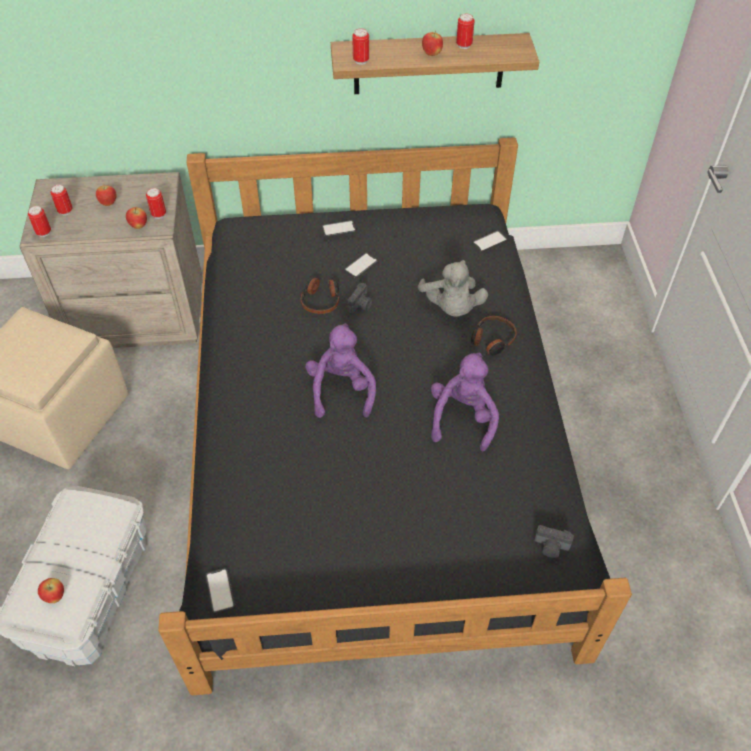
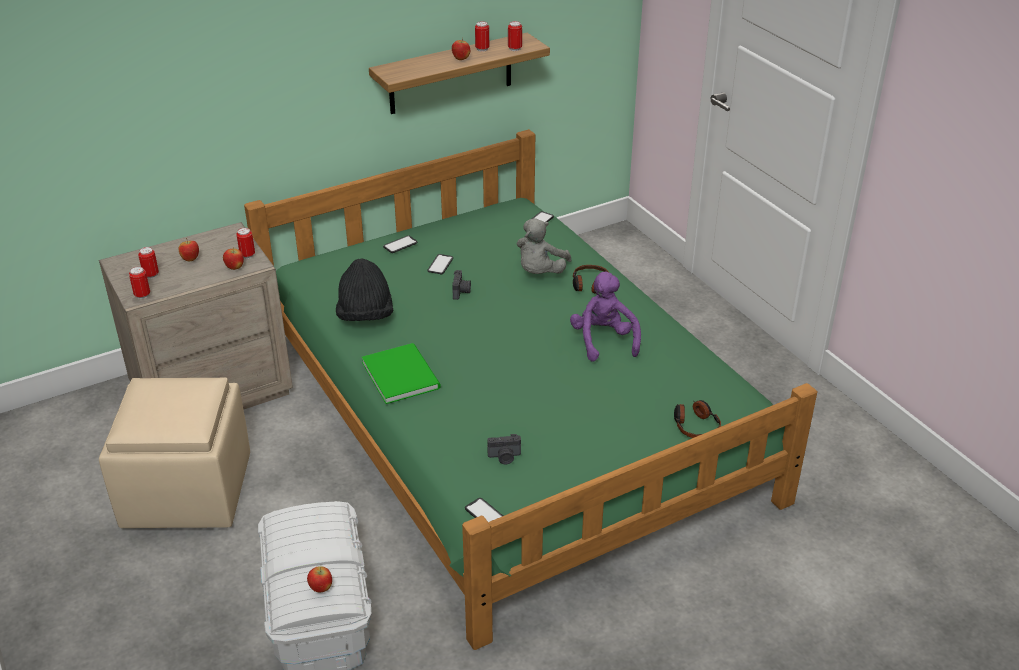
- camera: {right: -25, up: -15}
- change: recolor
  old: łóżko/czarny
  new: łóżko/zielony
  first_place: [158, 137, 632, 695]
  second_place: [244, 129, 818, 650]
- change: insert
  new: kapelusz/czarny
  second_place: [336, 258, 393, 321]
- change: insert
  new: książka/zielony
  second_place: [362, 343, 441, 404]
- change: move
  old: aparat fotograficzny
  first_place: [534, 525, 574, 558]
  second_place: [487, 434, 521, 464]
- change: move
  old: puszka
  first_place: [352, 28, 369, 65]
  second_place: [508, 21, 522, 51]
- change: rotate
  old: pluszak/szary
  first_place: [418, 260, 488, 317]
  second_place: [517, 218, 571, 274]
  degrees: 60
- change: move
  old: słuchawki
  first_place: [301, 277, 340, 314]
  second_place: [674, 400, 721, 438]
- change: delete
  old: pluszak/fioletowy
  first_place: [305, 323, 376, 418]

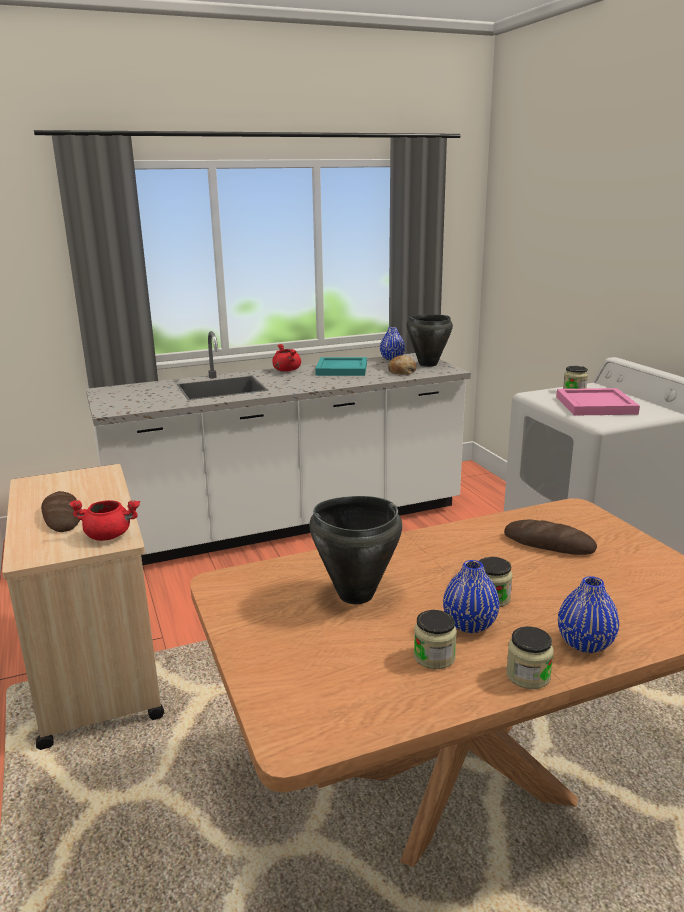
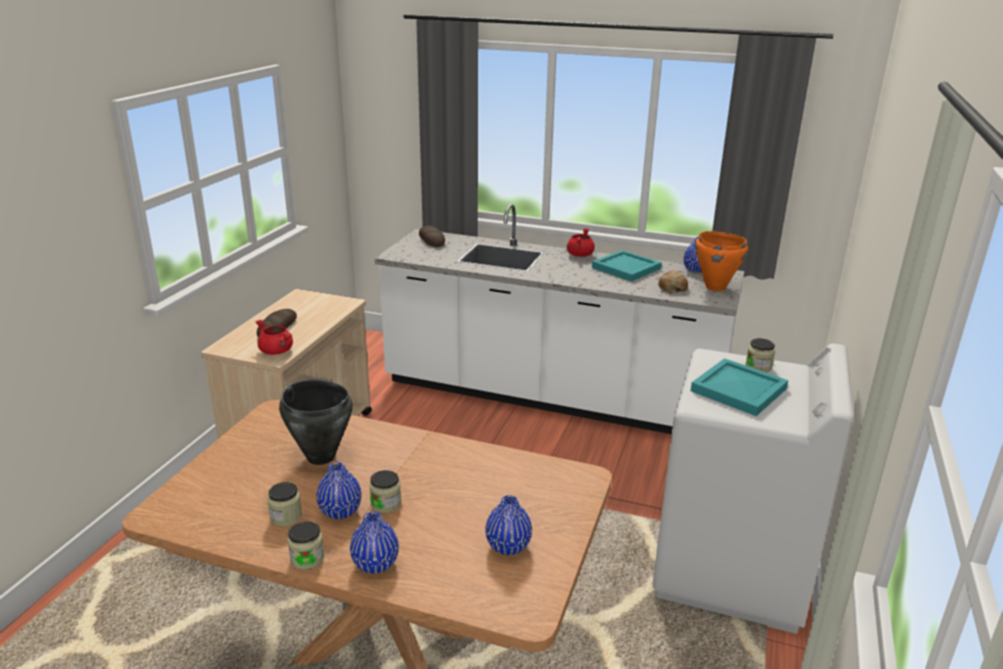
- camera: {right: 40, up: 5}
- change: move
  old: chleb
  first_place: [504, 519, 597, 555]
  second_place: [419, 226, 445, 247]
- change: insert
  new: wazon/niebieski
  second_place: [485, 495, 532, 555]
- change: recolor
  old: taca/różowy
  new: taca/turkusowy
  first_place: [556, 388, 640, 416]
  second_place: [691, 358, 788, 416]
- change: recolor
  old: garnek/czarny
  new: garnek/pomarańczowy
  first_place: [407, 315, 453, 367]
  second_place: [695, 231, 748, 291]

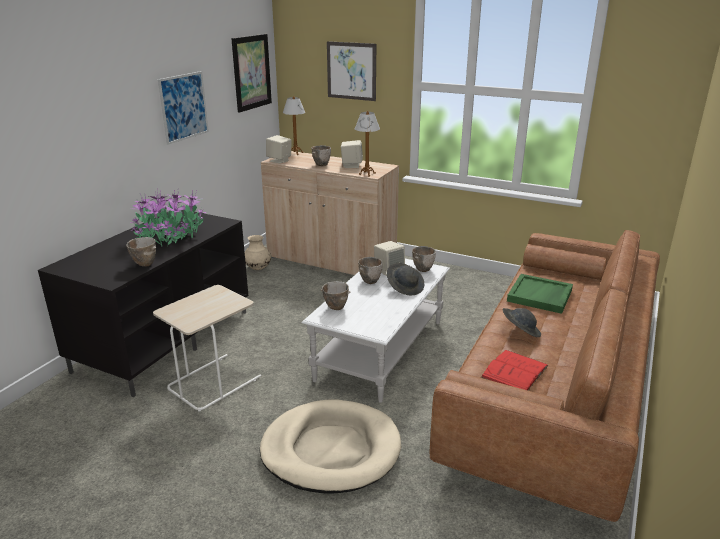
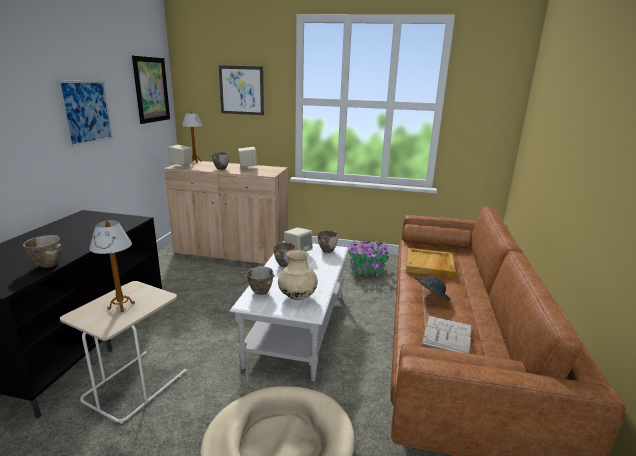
- camera: {right: -15, up: -5}
- change: move
  old: lampa stołowa
  first_place: [355, 111, 380, 176]
  second_place: [89, 220, 135, 312]
- change: move
  old: wazon/beżowy
  first_place: [245, 235, 271, 270]
  second_place: [278, 250, 318, 300]
- change: move
  old: roślina doniczkowa
  first_place: [130, 189, 206, 247]
  second_place: [347, 238, 393, 277]
- change: recolor
  old: taca/zielony
  new: taca/beżowy
  first_place: [507, 274, 573, 314]
  second_place: [406, 248, 456, 278]
- change: recolor
  old: książka/czerwony
  new: książka/biały
  first_place: [481, 350, 548, 391]
  second_place: [421, 316, 472, 354]
- change: delete
  old: kapelusz/szary
  first_place: [387, 263, 424, 295]

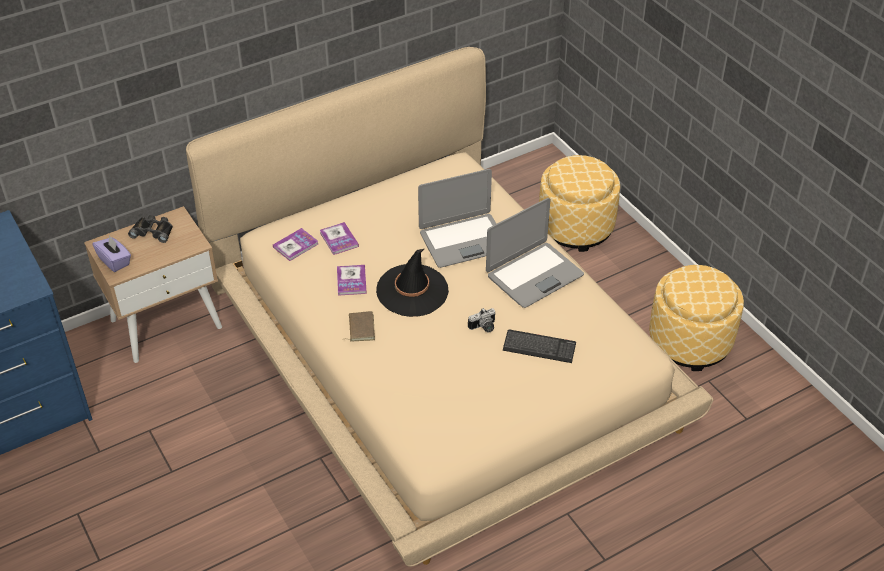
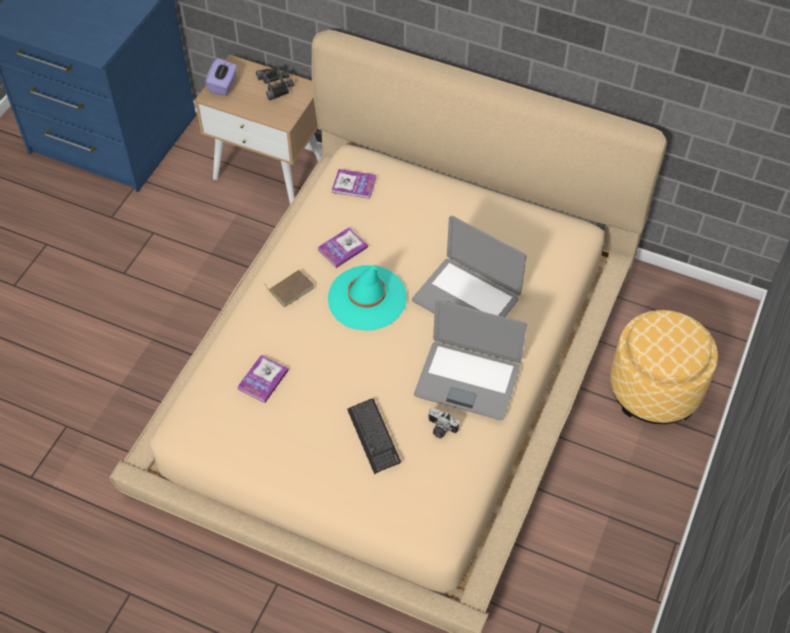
- camera: {right: 55, up: 10}
- change: move
  old: książka
  first_place: [320, 222, 359, 255]
  second_place: [237, 355, 289, 403]
- change: recolor
  old: kapelusz/czarny
  new: kapelusz/turkusowy
  first_place: [376, 249, 449, 317]
  second_place: [328, 265, 407, 331]
- change: move
  old: aparat fotograficzny
  first_place: [468, 308, 496, 333]
  second_place: [428, 407, 459, 438]
- change: delete
  old: pufa
  first_place: [649, 265, 744, 371]

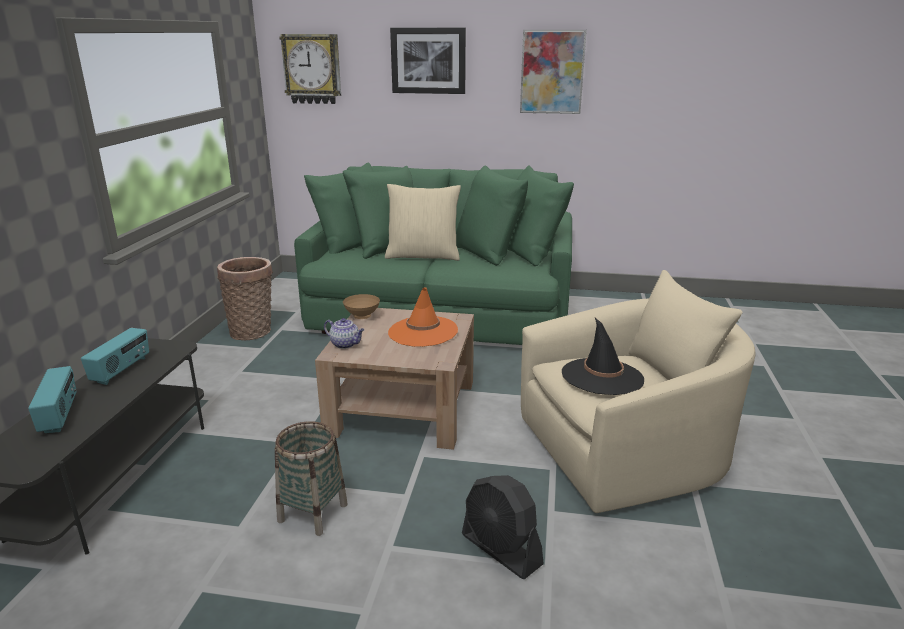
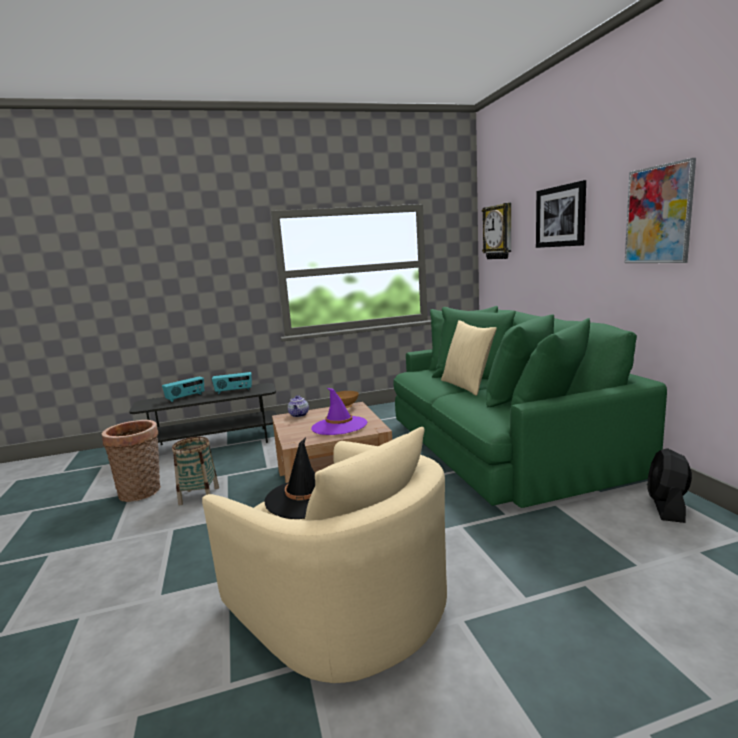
- camera: {right: 65, up: -10}
- change: move
  old: koszyk
  first_place: [217, 257, 273, 341]
  second_place: [102, 420, 161, 502]
- change: recolor
  old: kapelusz/pomarańczowy
  new: kapelusz/fioletowy
  first_place: [388, 287, 458, 347]
  second_place: [311, 388, 367, 435]
- change: move
  old: wentylator/czarny
  first_place: [462, 475, 544, 579]
  second_place: [647, 448, 692, 523]

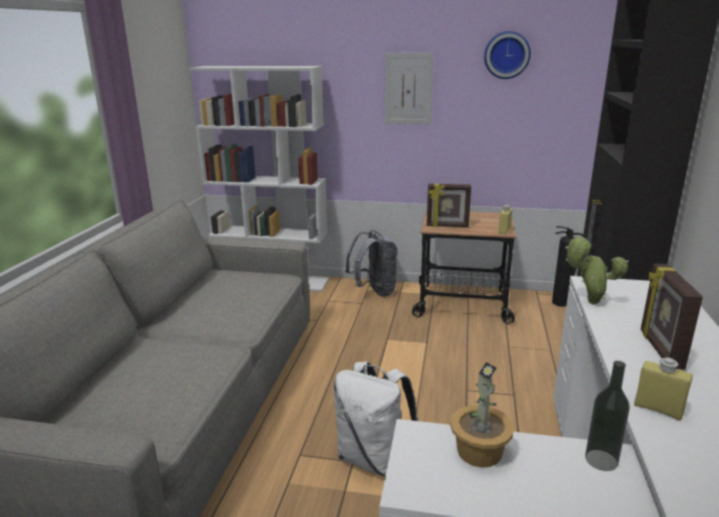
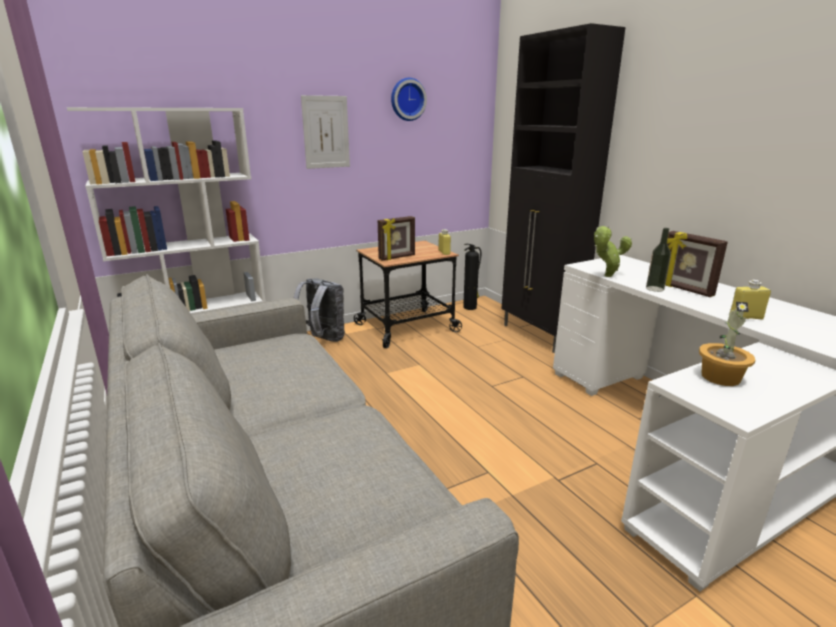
- camera: {right: -40, up: 0}
- change: move
  old: butelka
  first_place: [585, 361, 630, 471]
  second_place: [646, 228, 671, 292]
- change: delete
  old: plecak/biały
  first_place: [333, 361, 418, 476]

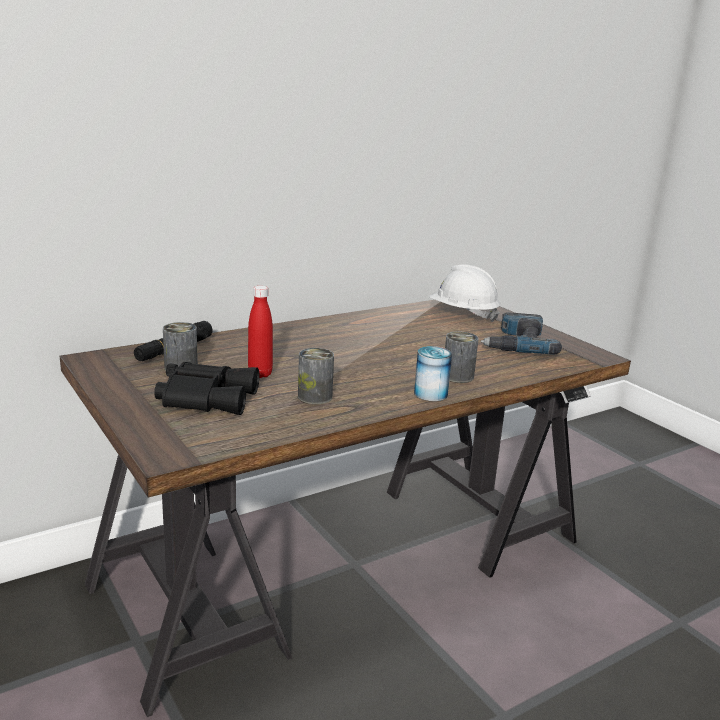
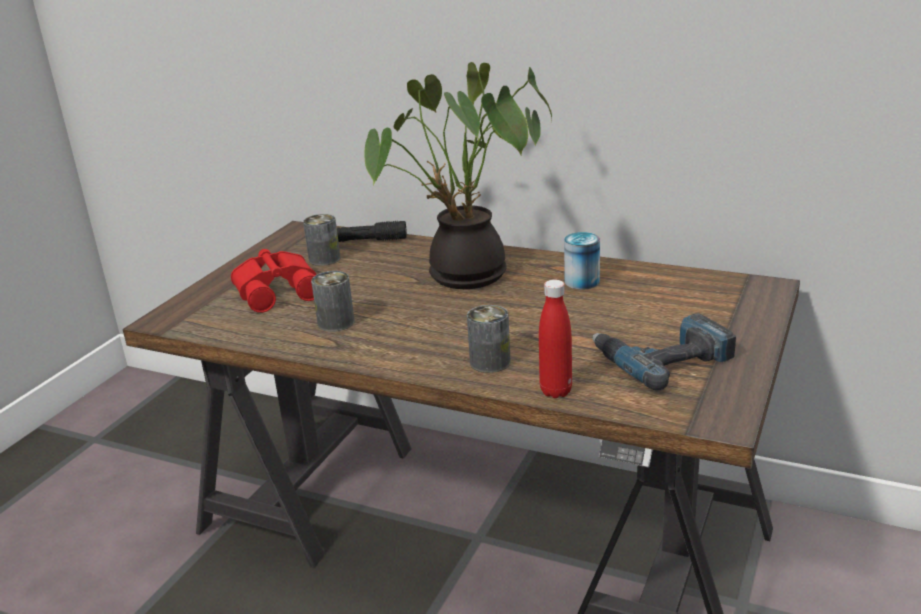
- camera: {right: 60, up: 5}
- change: recolor
  old: lornetka/czarny
  new: lornetka/czerwony
  first_place: [154, 362, 259, 415]
  second_place: [231, 249, 316, 313]
- change: insert
  new: roślina doniczkowa
  second_place: [364, 62, 552, 289]
- change: move
  old: butelka/czerwony
  first_place: [248, 286, 273, 378]
  second_place: [539, 280, 572, 398]
- change: move
  old: puszka
  first_place: [414, 346, 452, 401]
  second_place: [564, 232, 600, 290]
- change: delete
  old: kask/biały
  first_place: [429, 265, 500, 322]

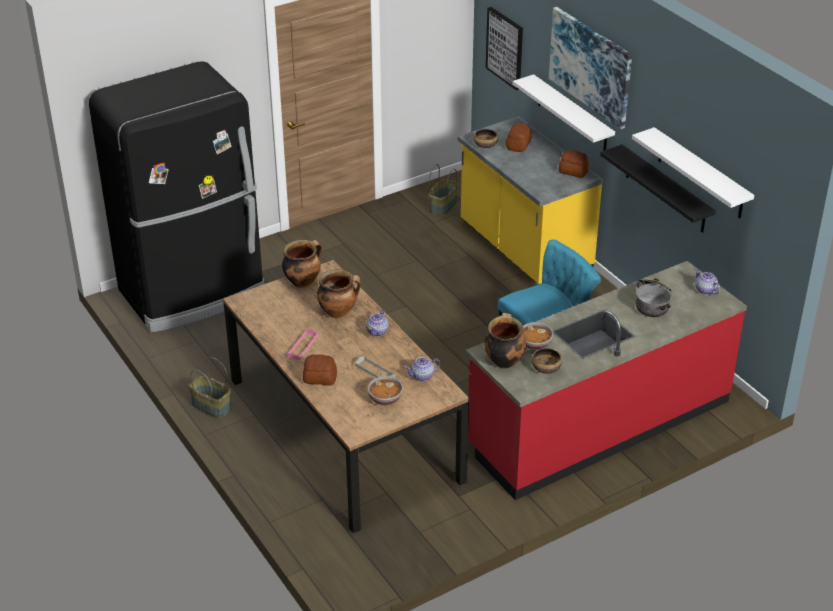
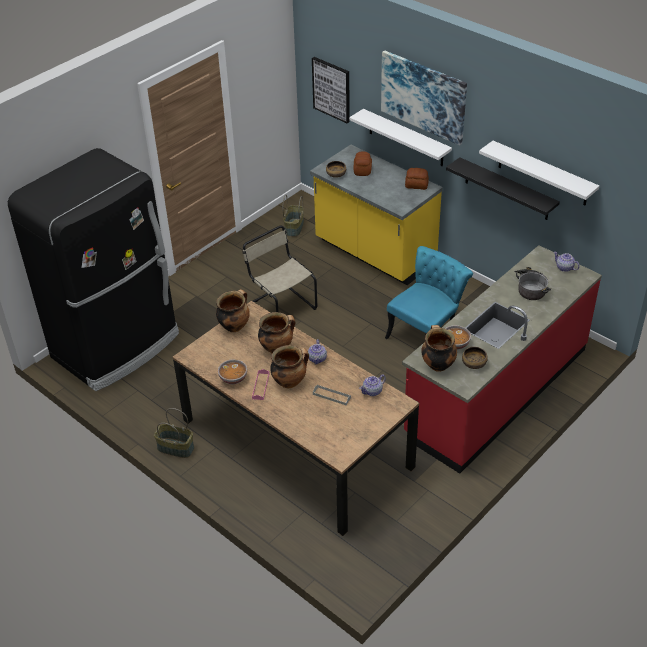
- camera: {right: -15, up: 5}
- change: move
  old: miska
  first_place: [368, 376, 403, 405]
  second_place: [218, 359, 247, 384]
- change: insert
  new: krzesło/beżowy
  second_place: [243, 226, 317, 312]
- change: insert
  new: garnek
  second_place: [270, 345, 309, 388]
- change: delete
  old: chleb
  first_place: [303, 355, 337, 385]

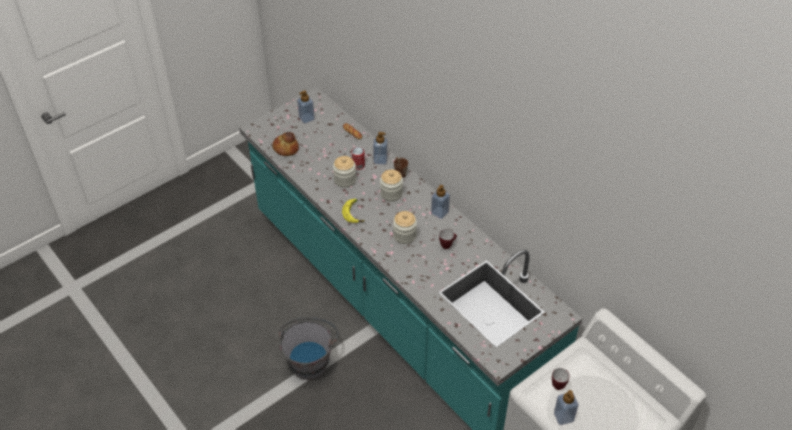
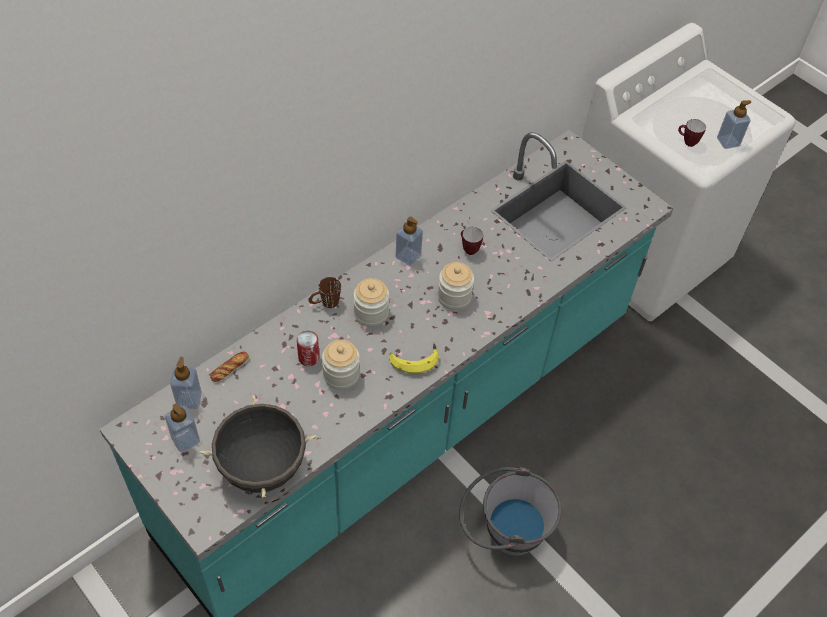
- camera: {right: -95, up: 5}
- change: move
  old: dozownik mydła
  first_place: [373, 132, 388, 164]
  second_place: [170, 357, 202, 409]
- change: replace
  old: chleb
  new: garnek/czarny
  first_place: [273, 132, 299, 156]
  second_place: [200, 395, 317, 497]

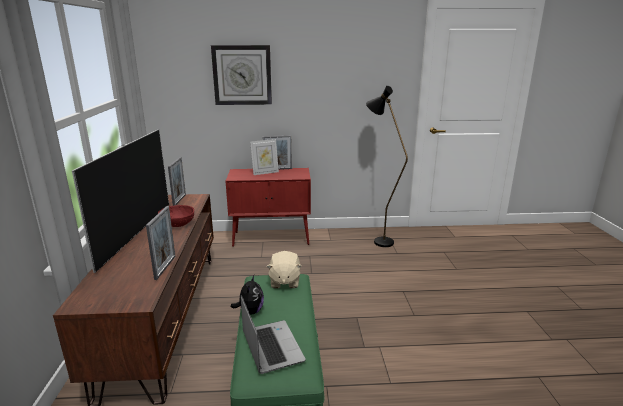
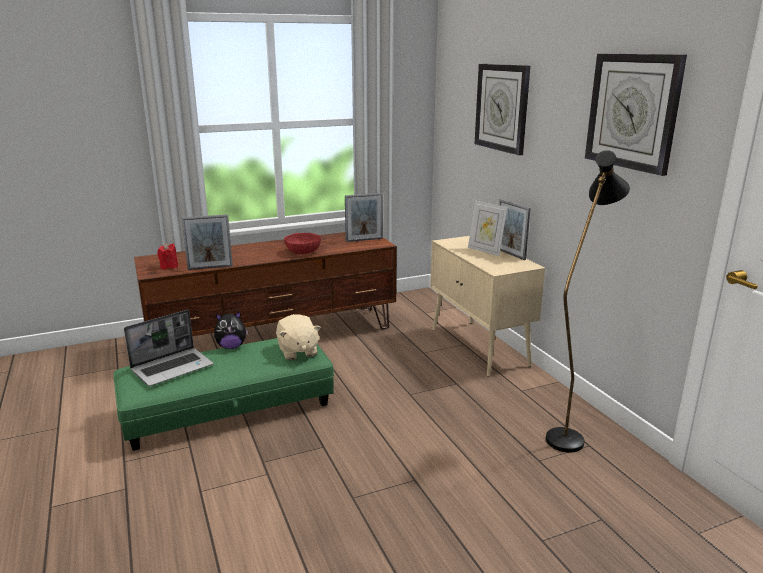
- camera: {right: 70, up: 0}
- change: insert
  new: świeca/czerwony
  second_place: [157, 243, 178, 270]
- change: rotate
  old: pluszak/beżowy
  first_place: [266, 251, 302, 288]
  second_place: [276, 314, 321, 360]
  degrees: -90
- change: recolor
  old: szafka/czerwony
  new: szafka/beżowy
  first_place: [226, 168, 311, 247]
  second_place: [431, 236, 545, 377]
- change: insert
  new: zegar ścienny
  second_place: [585, 54, 687, 176]
- change: delete
  old: telewizor
  first_place: [72, 130, 169, 273]

